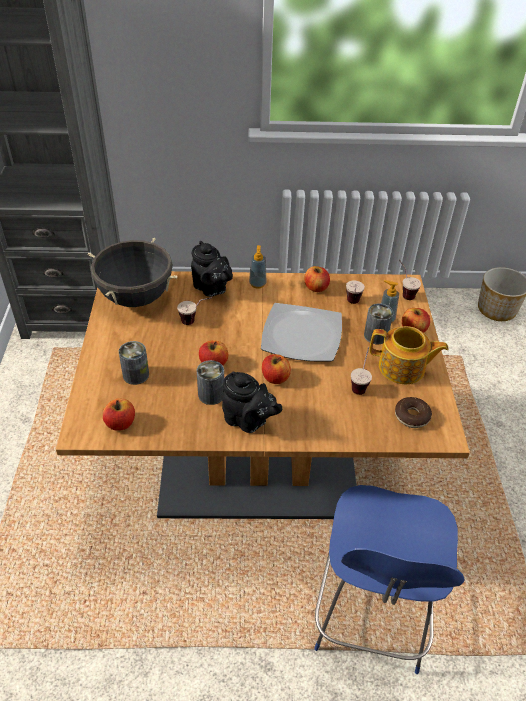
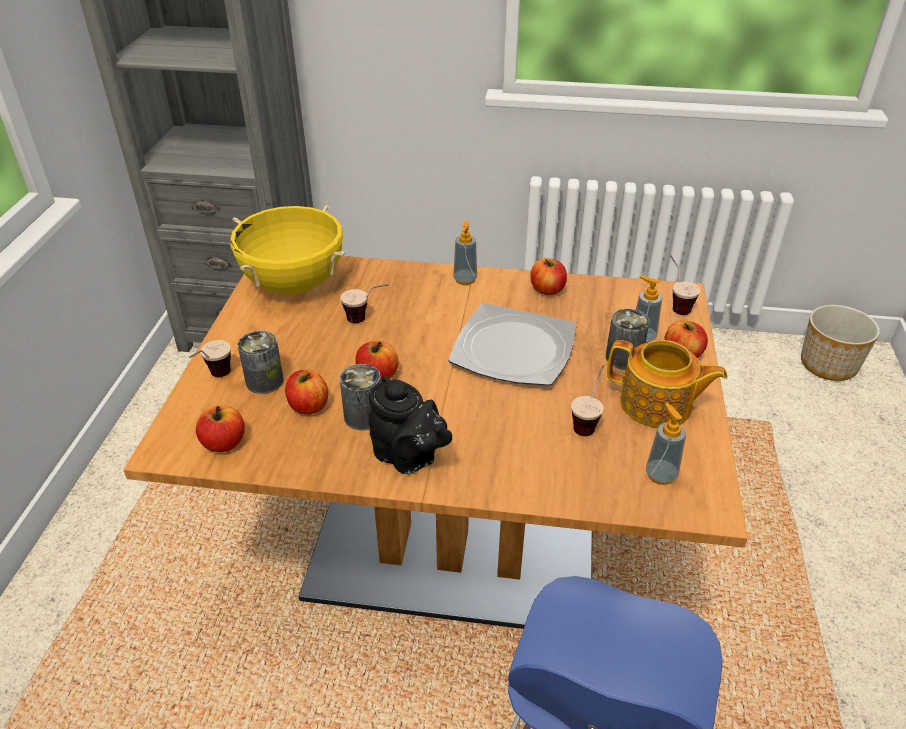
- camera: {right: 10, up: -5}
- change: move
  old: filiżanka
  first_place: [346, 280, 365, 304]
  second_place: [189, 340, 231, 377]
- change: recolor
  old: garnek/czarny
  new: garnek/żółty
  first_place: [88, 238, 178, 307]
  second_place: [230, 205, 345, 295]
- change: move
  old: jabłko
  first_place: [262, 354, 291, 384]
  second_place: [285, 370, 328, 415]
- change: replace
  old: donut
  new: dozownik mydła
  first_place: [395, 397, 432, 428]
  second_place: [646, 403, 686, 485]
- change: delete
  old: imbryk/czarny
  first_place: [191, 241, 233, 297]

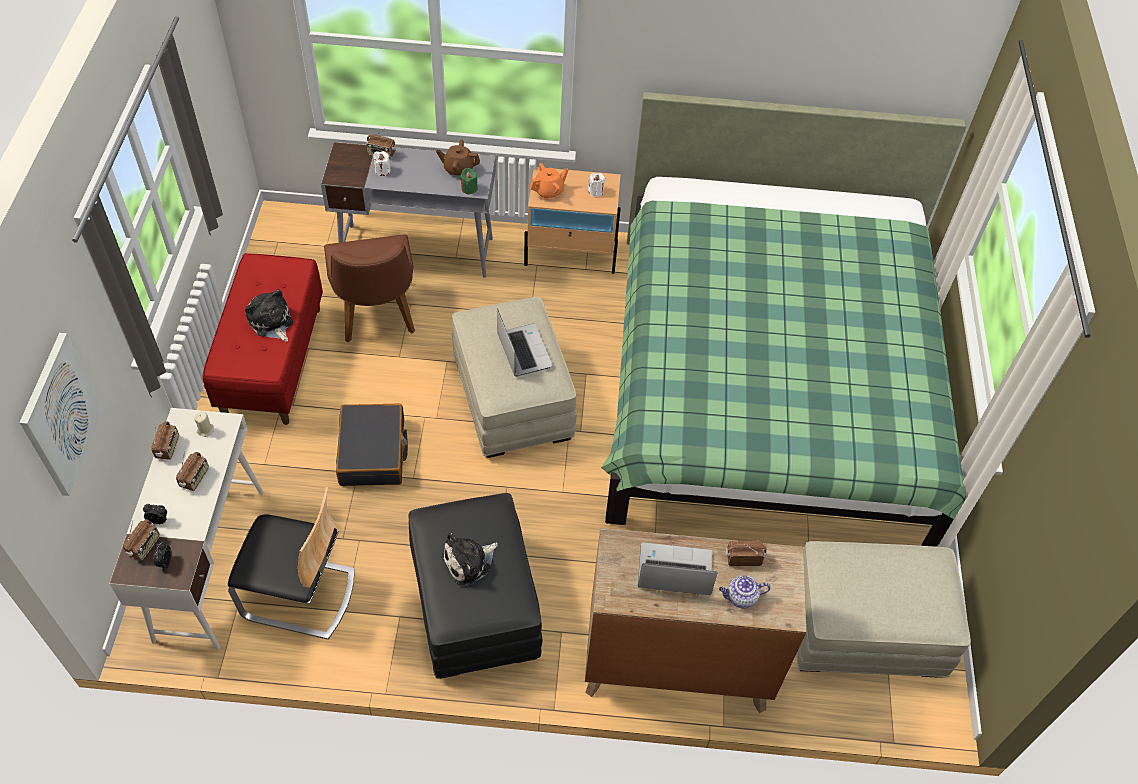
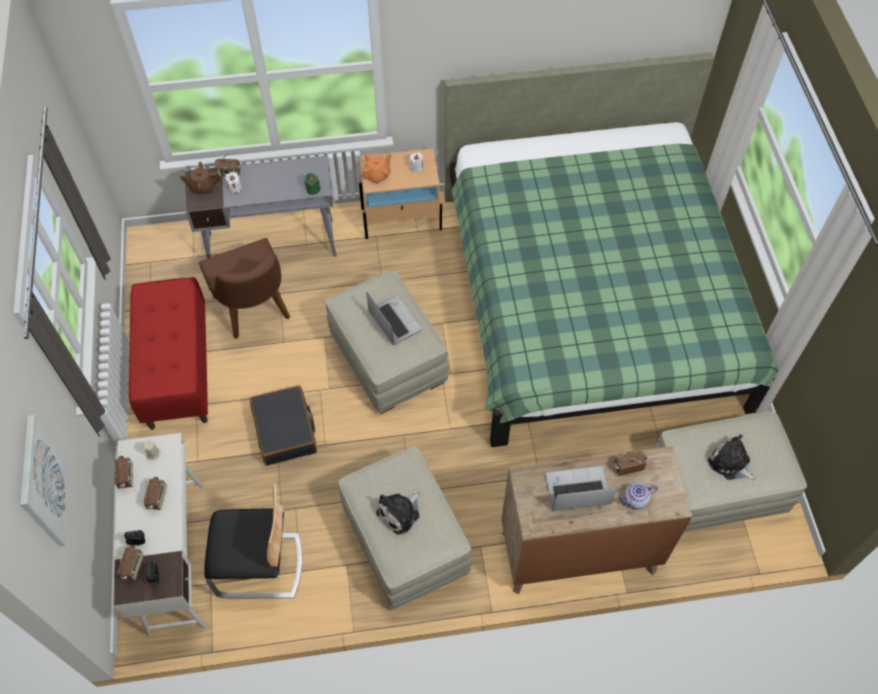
- camera: {right: -10, up: 5}
- change: move
  old: imbryk/brązowy
  first_place: [436, 139, 480, 175]
  second_place: [180, 162, 220, 195]
- change: recolor
  old: pufa/czarny
  new: pufa/beżowy
  first_place: [409, 493, 543, 679]
  second_place: [338, 446, 472, 610]
- change: move
  old: pluszak
  first_place: [245, 289, 293, 342]
  second_place: [708, 434, 756, 480]

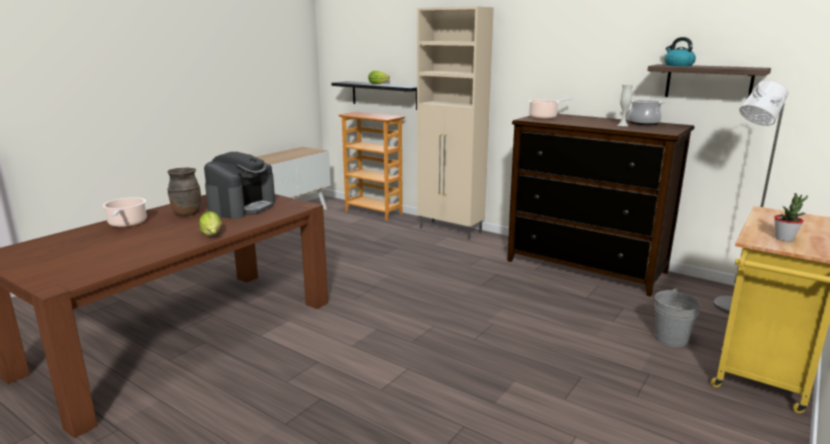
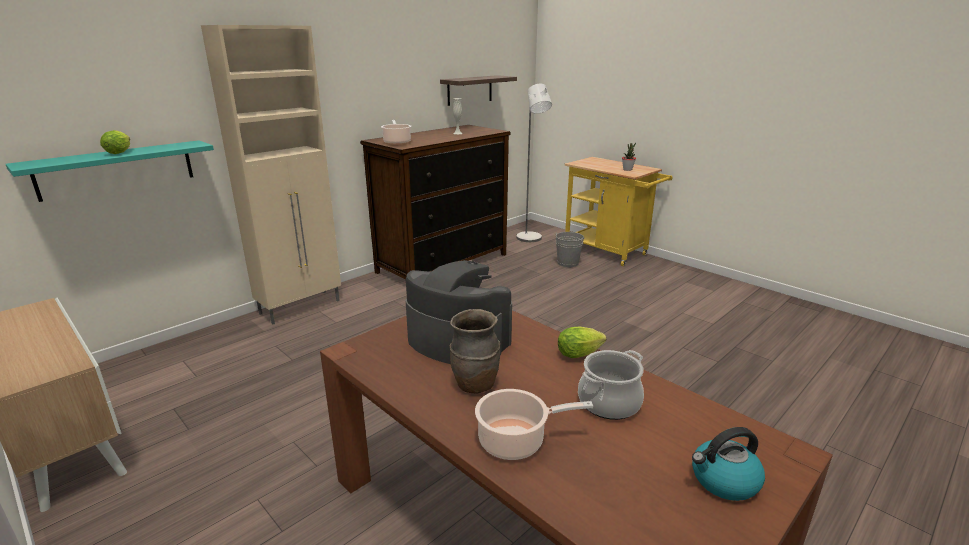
- camera: {right: -80, up: 5}
- change: recolor
  old: półka/czarny
  new: półka/turkusowy
  first_place: [332, 81, 417, 110]
  second_place: [5, 140, 214, 202]
- change: move
  old: garnek
  first_place: [628, 99, 666, 125]
  second_place: [578, 350, 644, 420]
- change: move
  old: czajnik
  first_place: [665, 37, 696, 66]
  second_place: [692, 427, 765, 501]
- change: delete
  old: regał
  first_place: [338, 112, 405, 221]

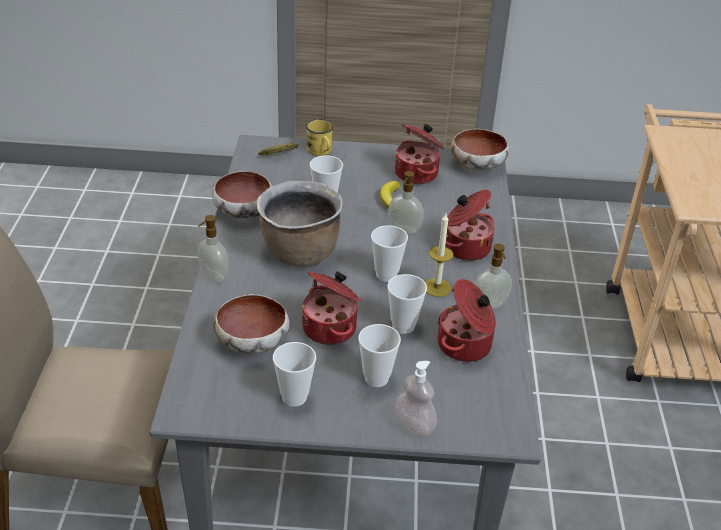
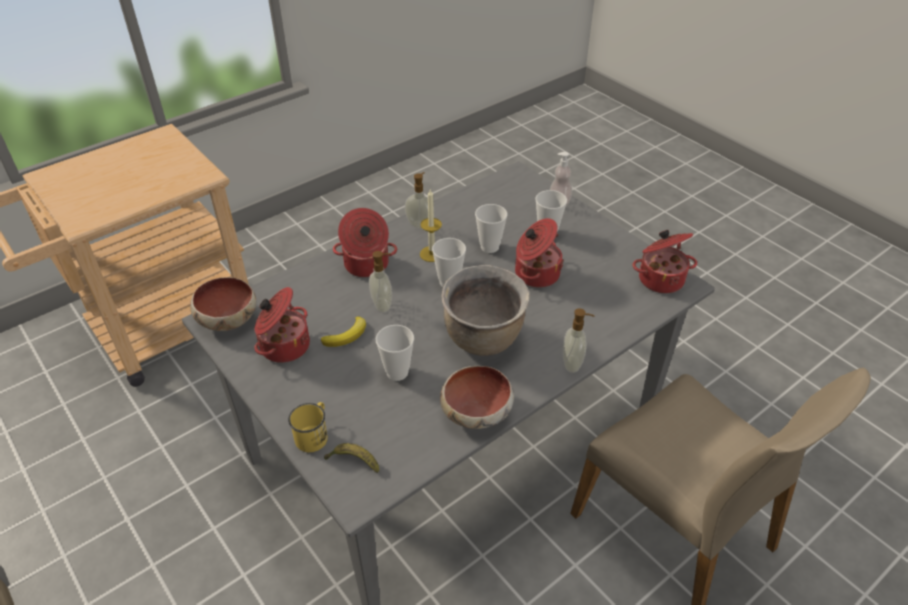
- camera: {right: -130, up: 5}
- change: move
  old: garnek
  first_place: [438, 279, 496, 362]
  second_place: [632, 230, 697, 294]
- change: delete
  old: miska
  first_place: [213, 294, 290, 354]
- change: delete
  old: filiżanka
  first_place: [273, 342, 316, 407]

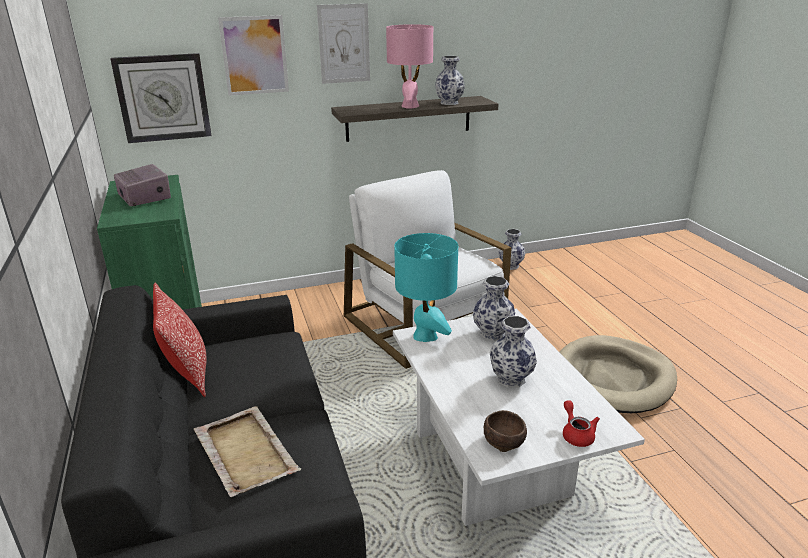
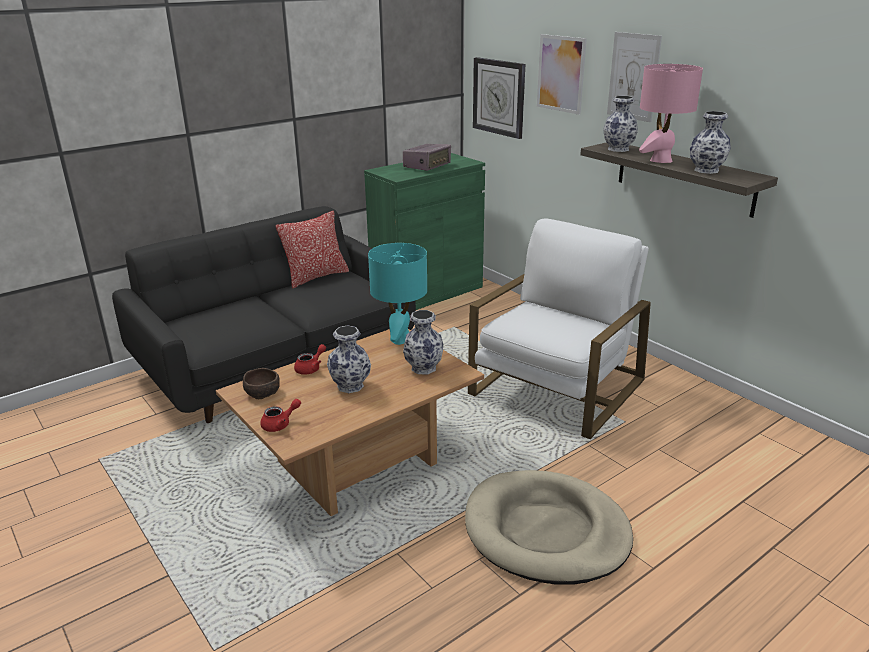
- camera: {right: 70, up: 0}
- change: recolor
  old: ława/biały
  new: ława/brązowy
  first_place: [393, 309, 645, 526]
  second_place: [216, 329, 484, 516]
- change: insert
  new: imbryk/czerwony
  second_place: [294, 344, 326, 375]
- change: move
  old: wazon
  first_place: [498, 229, 525, 270]
  second_place: [604, 96, 638, 152]
- change: delete
  old: taca/beżowy
  first_place: [194, 406, 301, 497]

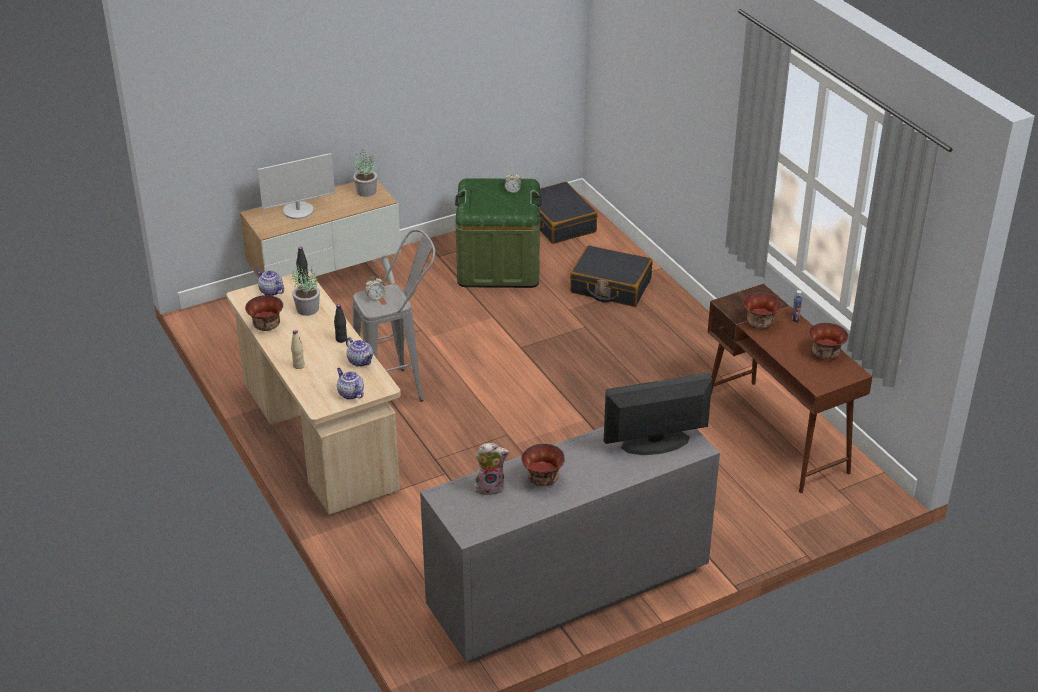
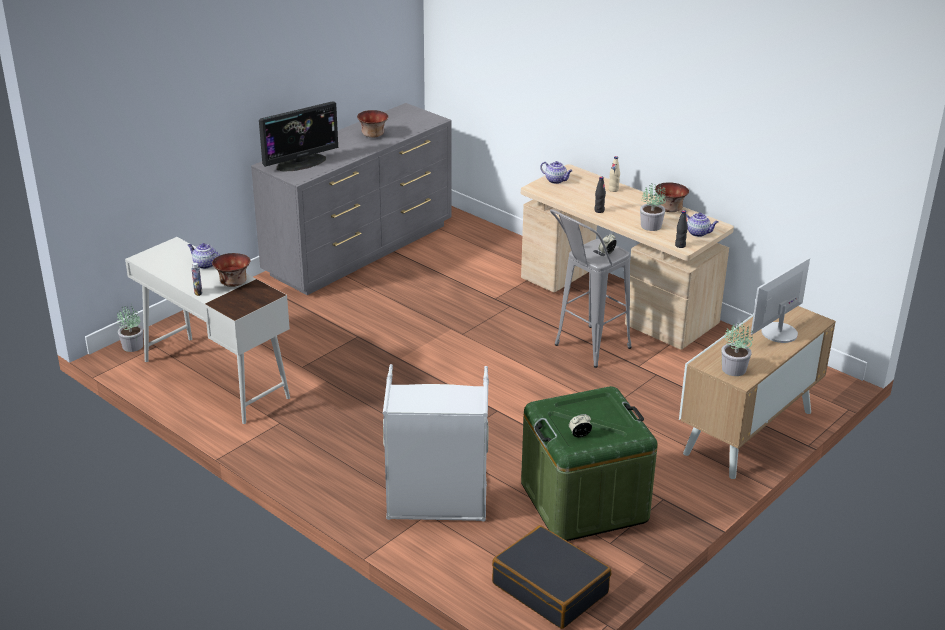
- camera: {right: 160, up: -5}
- change: insert
  new: roślina doniczkowa
  second_place: [117, 306, 143, 352]
- change: recolor
  old: biurko/brązowy
  new: biurko/biały
  first_place: [708, 283, 873, 493]
  second_place: [125, 237, 290, 424]
- change: move
  old: imbryk
  first_place: [346, 337, 373, 367]
  second_place: [188, 243, 220, 269]
- change: replace
  old: walizka/czarny
  new: kosz na pranie/szary
  first_place: [570, 245, 653, 307]
  second_place: [383, 364, 489, 522]
- change: delete
  old: pluszak
  first_place: [475, 443, 509, 496]
- change: delete
  old: miska
  first_place: [809, 323, 848, 359]

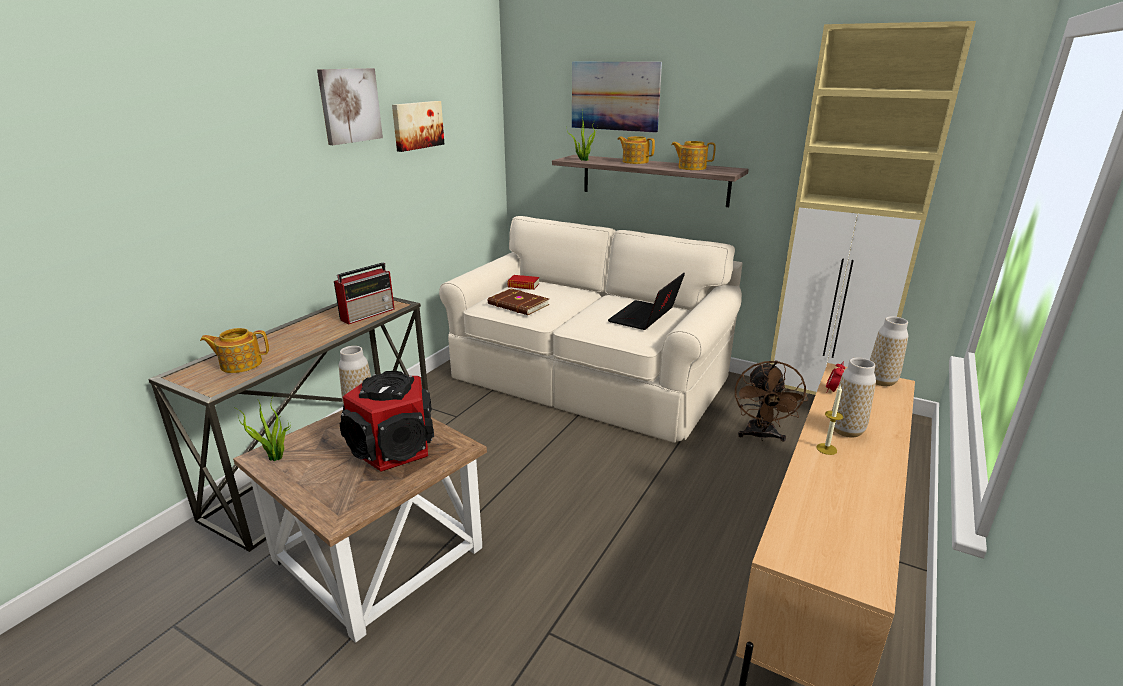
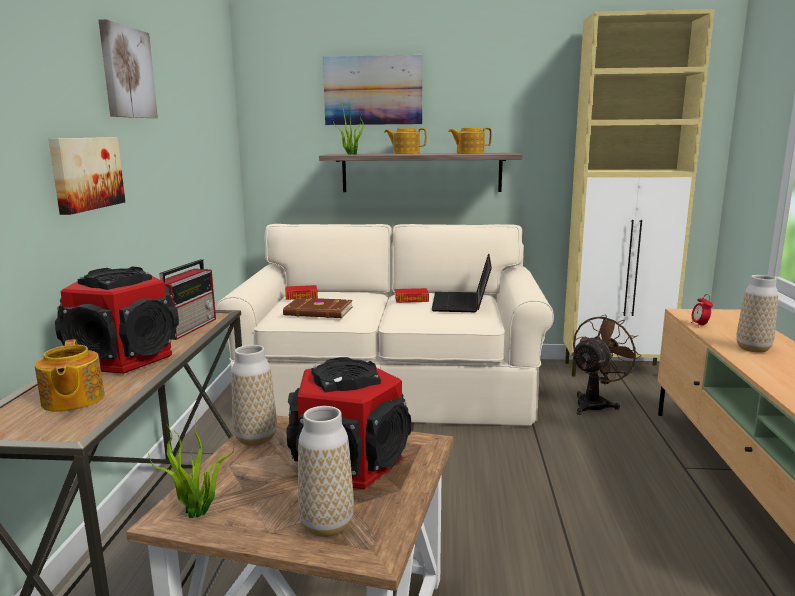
- camera: {right: -25, up: -10}
- change: rotate
  old: imbryk
  first_place: [200, 328, 269, 373]
  second_place: [35, 339, 105, 412]
  degrees: -75
- change: move
  old: obraz
  first_place: [392, 101, 444, 152]
  second_place: [49, 137, 125, 215]
- change: insert
  new: głośnik
  second_place: [55, 267, 179, 374]
- change: move
  old: wazon
  first_place: [870, 316, 908, 386]
  second_place: [298, 406, 354, 537]
- change: insert
  new: książka
  second_place: [395, 288, 429, 303]
- change: rotate
  old: wentylator/brązowy
  first_place: [735, 360, 808, 442]
  second_place: [571, 314, 641, 415]
  degrees: -120
- change: delete
  old: świeca
  first_place: [816, 385, 843, 455]

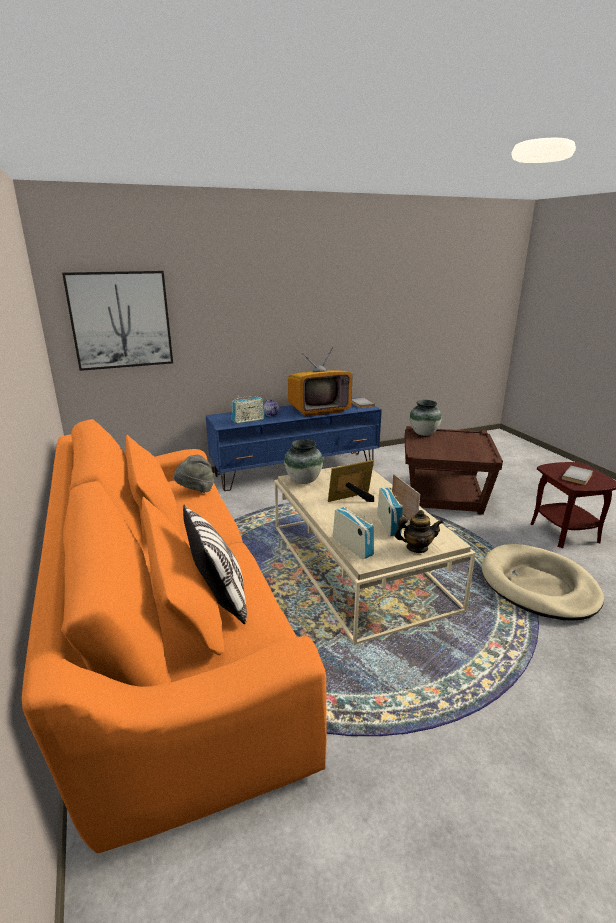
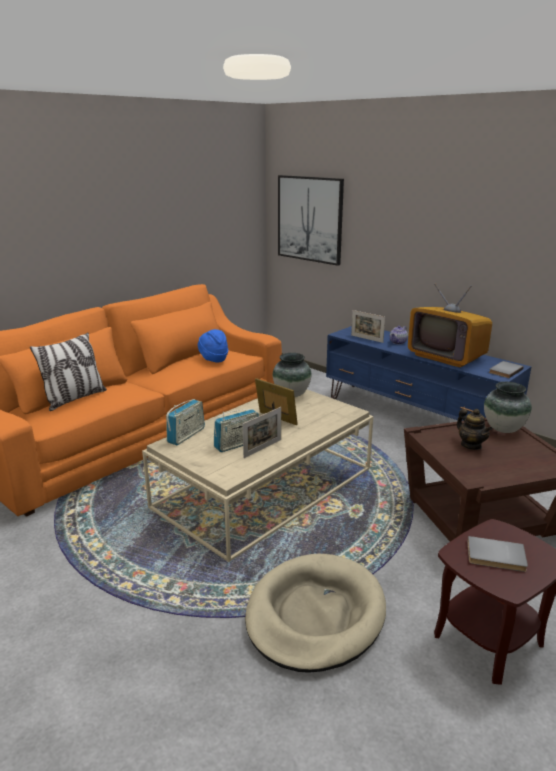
- camera: {right: 65, up: 0}
- change: recolor
  old: kapelusz/szary
  new: kapelusz/niebieski
  first_place: [174, 455, 214, 493]
  second_place: [198, 329, 228, 362]
- change: replace
  old: radio
  new: ramka na zdjęcie
  first_place: [232, 396, 265, 424]
  second_place: [351, 310, 385, 343]
- change: move
  old: imbryk
  first_place: [394, 510, 443, 553]
  second_place: [457, 409, 492, 450]

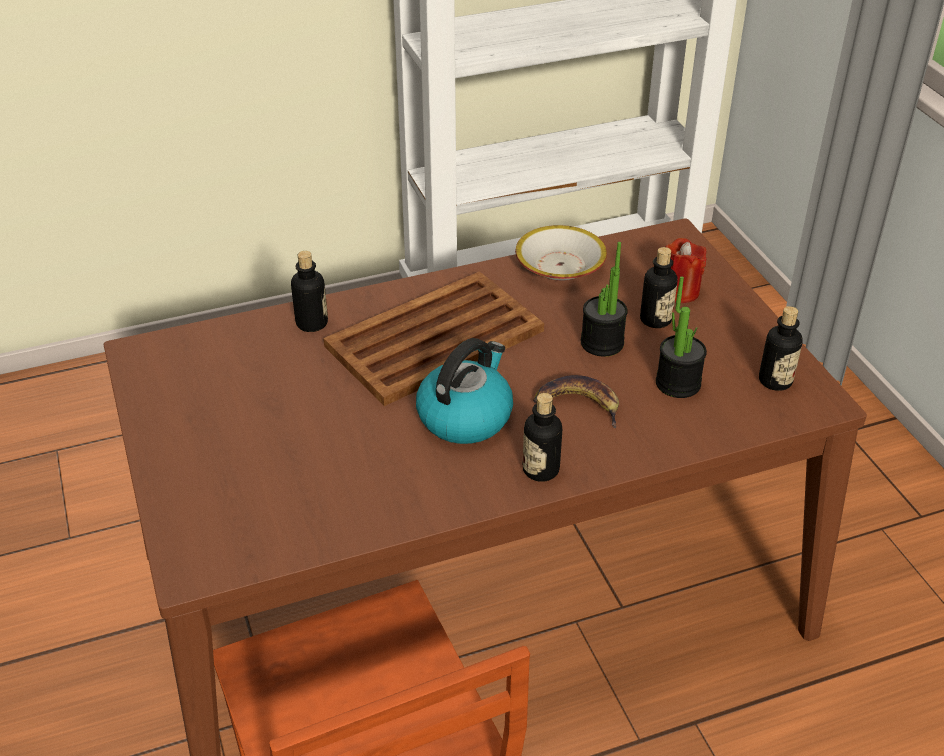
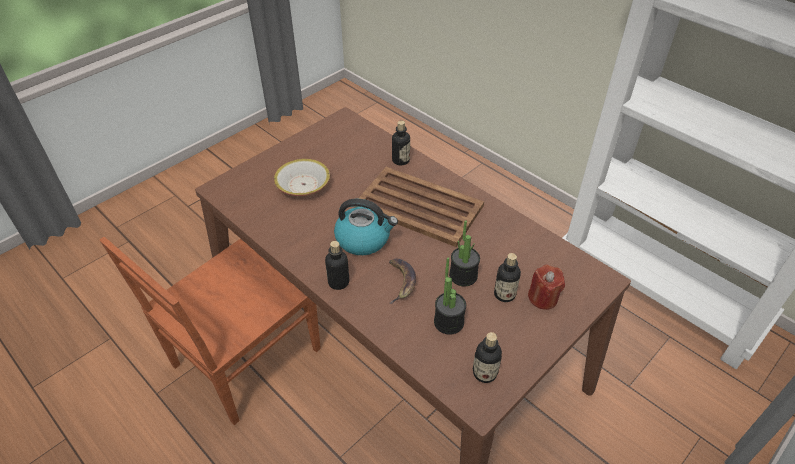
- camera: {right: 65, up: 5}
- change: move
  old: miska
  first_place: [515, 225, 607, 281]
  second_place: [274, 159, 330, 196]

